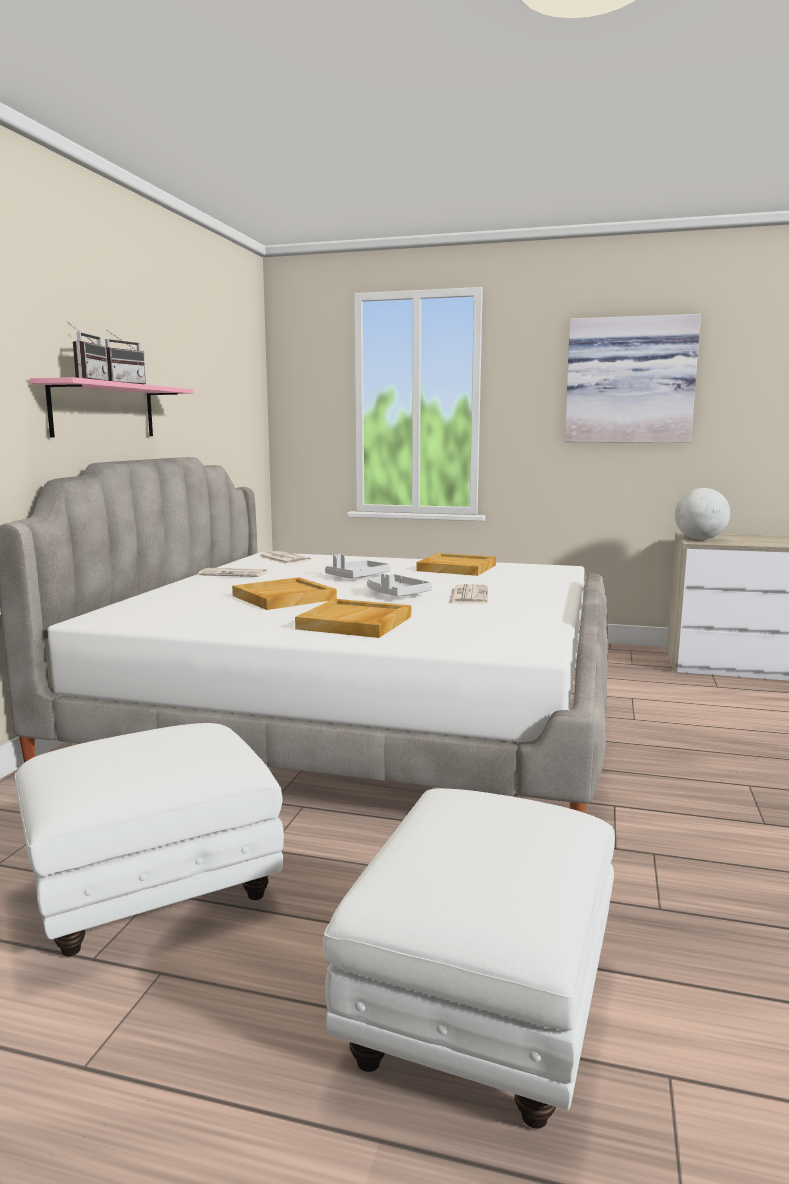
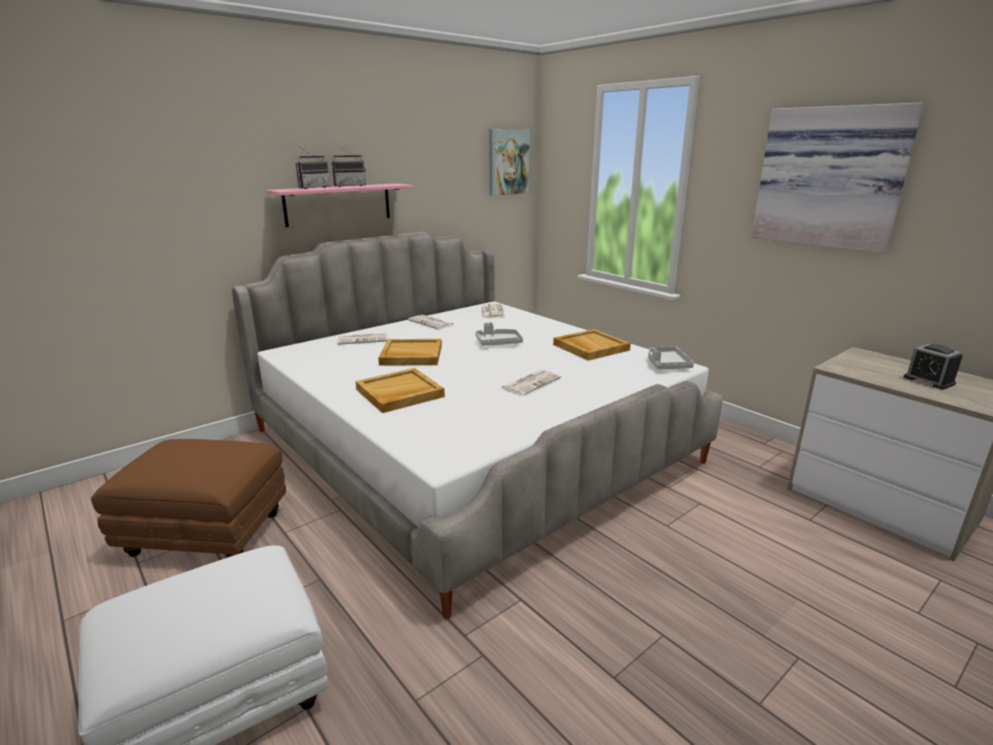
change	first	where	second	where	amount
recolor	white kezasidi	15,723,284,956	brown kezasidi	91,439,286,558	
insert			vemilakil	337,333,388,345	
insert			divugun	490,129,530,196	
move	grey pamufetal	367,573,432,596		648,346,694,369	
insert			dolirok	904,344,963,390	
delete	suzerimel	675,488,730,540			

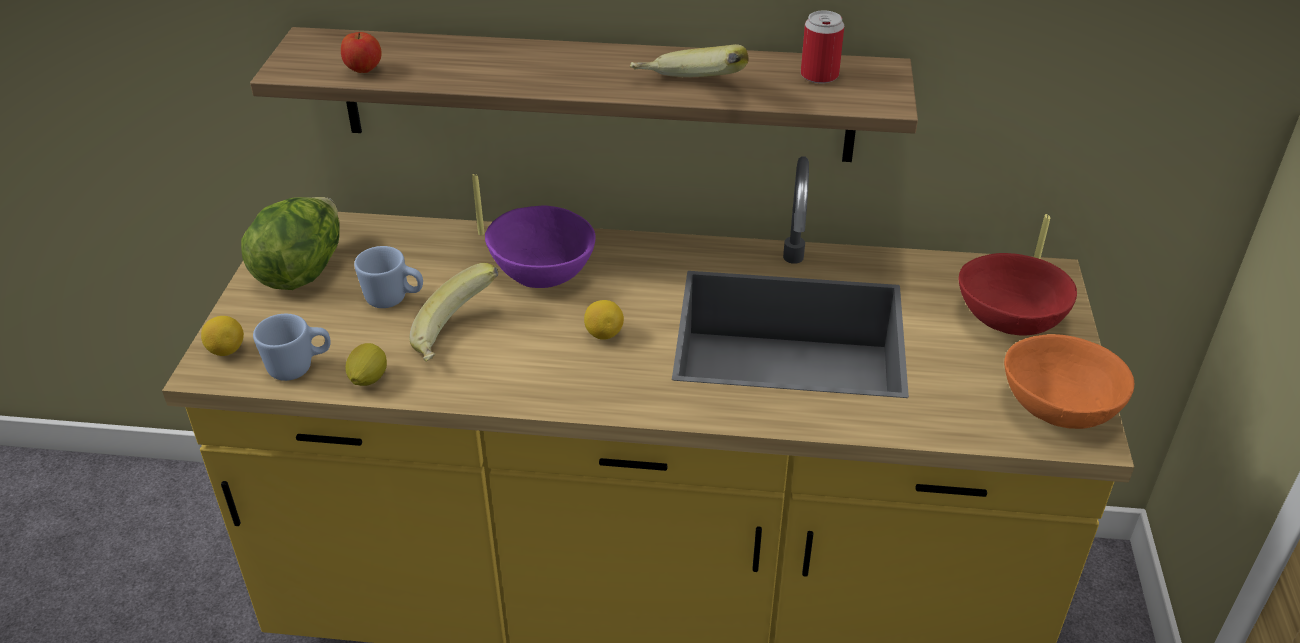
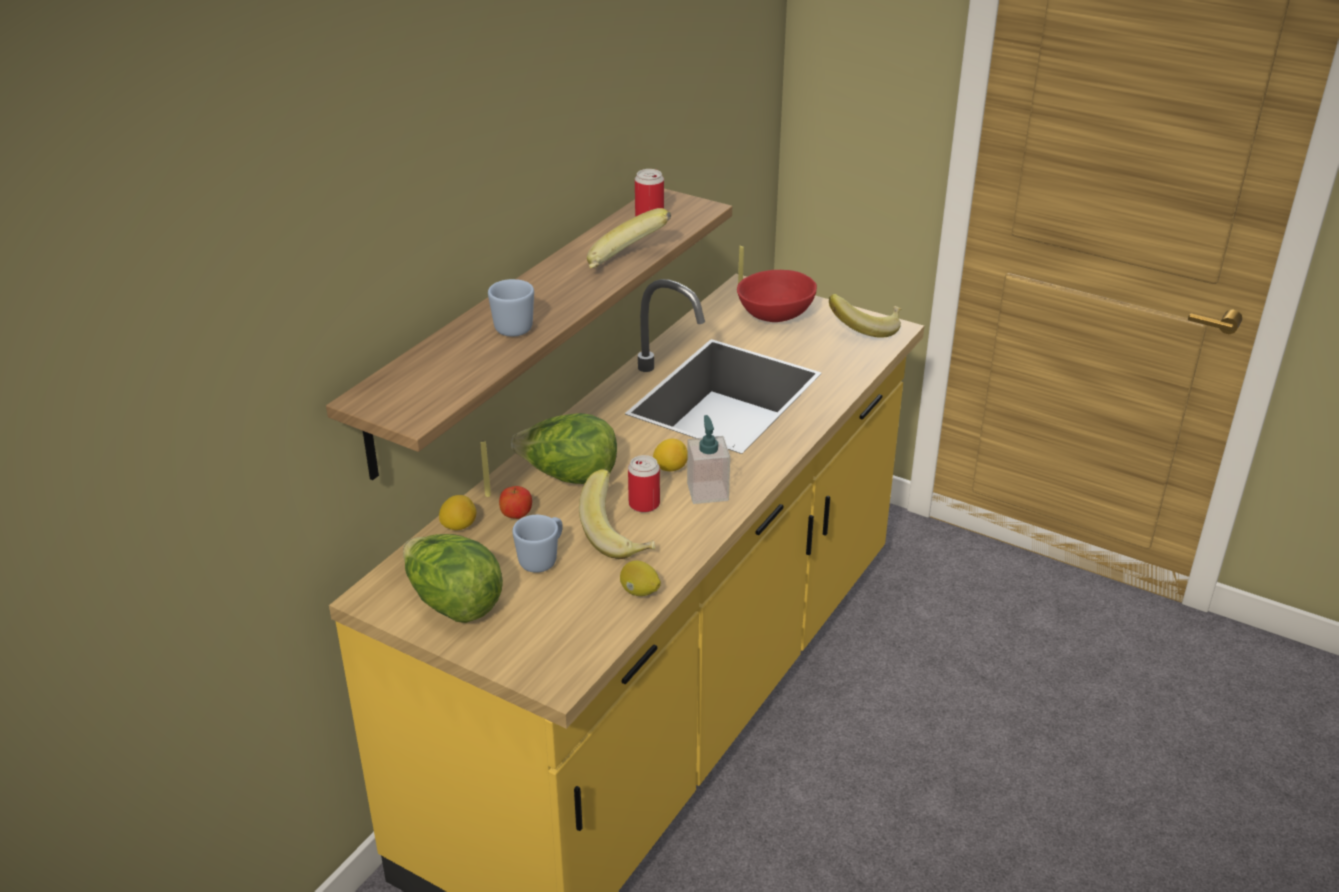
change	first	where	second	where	amount
move	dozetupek	201,316,244,356		439,495,476,530	
move	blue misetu	253,314,331,381		488,279,534,337	
move	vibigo	341,32,382,73		499,486,532,519	
replace	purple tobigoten	485,205,596,288	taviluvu	511,413,617,484	
insert			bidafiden	628,455,660,513	
insert			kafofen	687,415,730,504	
replace	orange tobigoten	1004,334,1134,429	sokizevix	829,294,901,338	

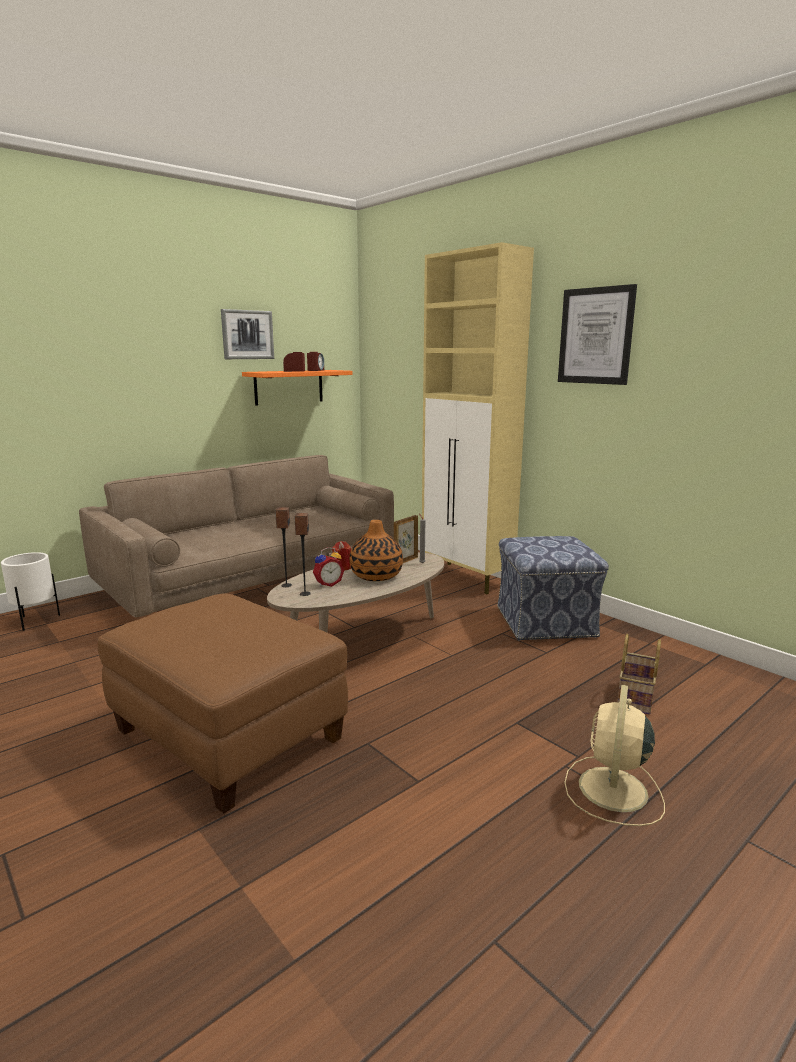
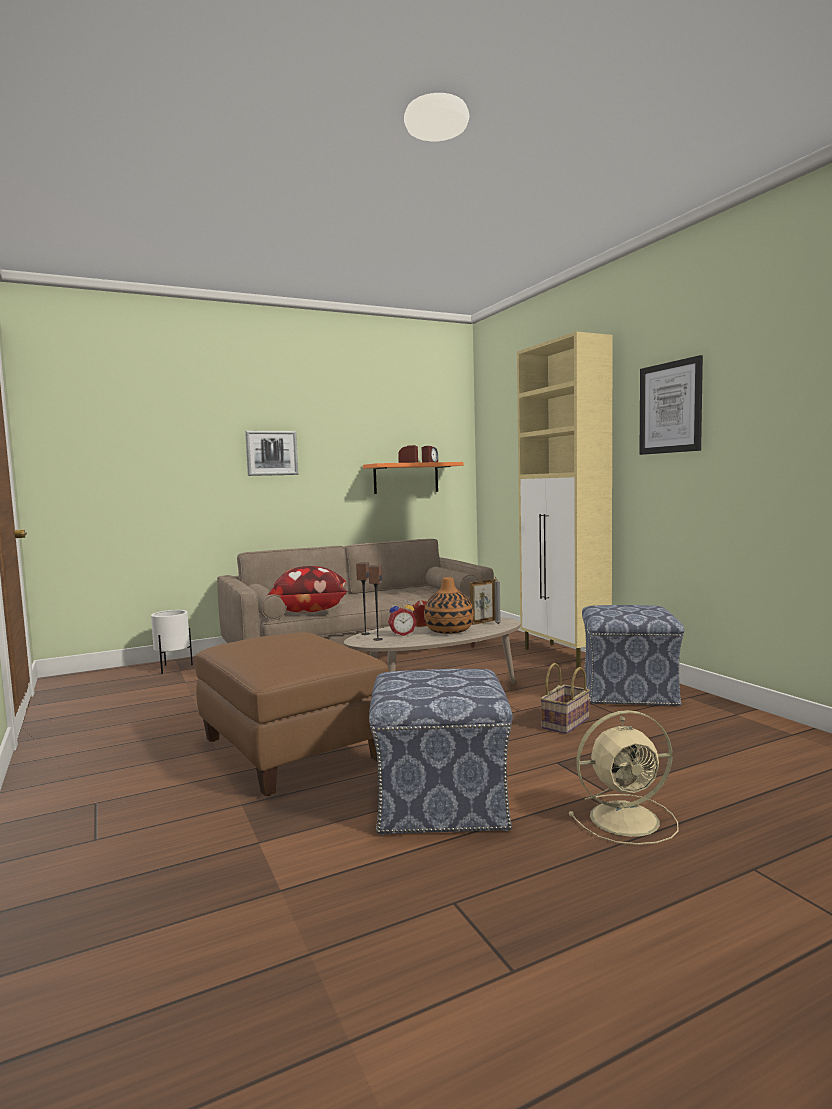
change	first	where	second	where	amount
move	divugun	221,309,274,359		245,431,298,476	
insert			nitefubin	265,566,348,612	
insert			kezasidi	369,669,513,835	
move	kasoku	618,634,661,714		540,663,590,734	
rotate	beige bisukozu	564,685,665,826		568,710,679,845	135 degrees counterclockwise

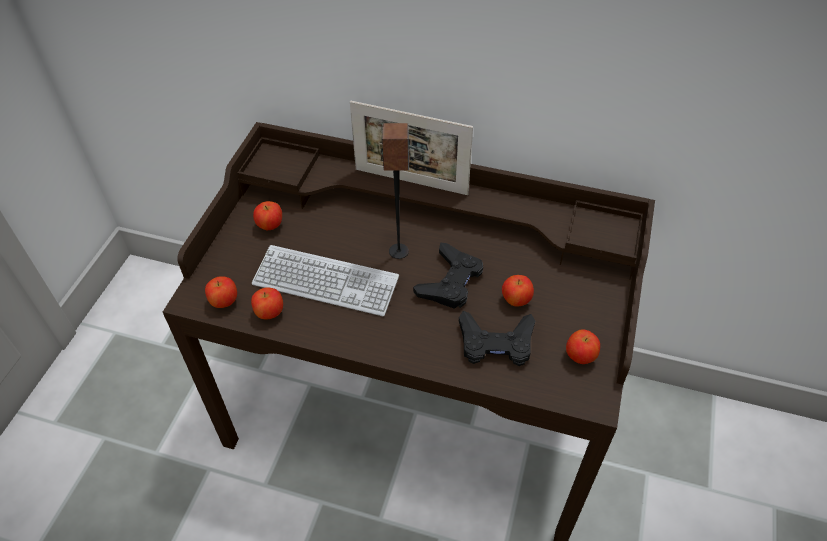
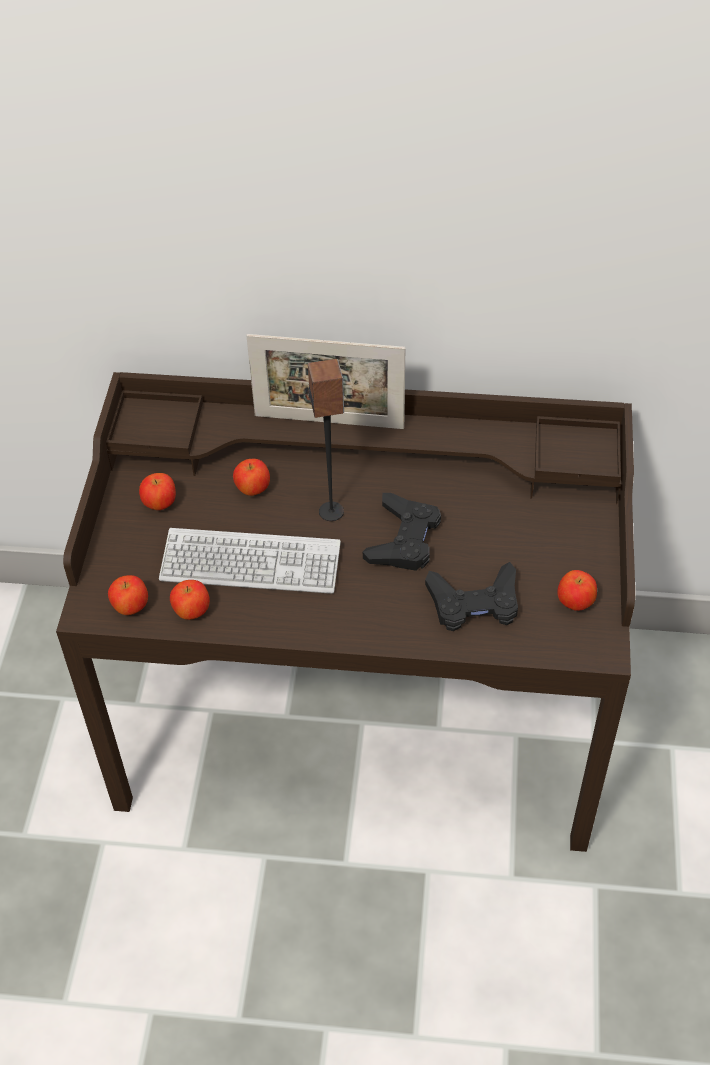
change	first	where	second	where	amount
move	vibigo	502,275,534,307		233,459,270,496	

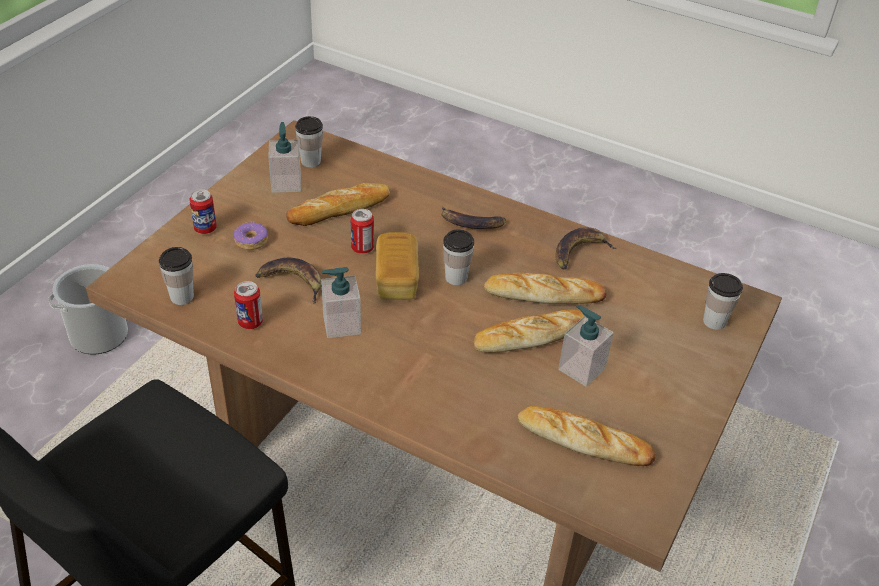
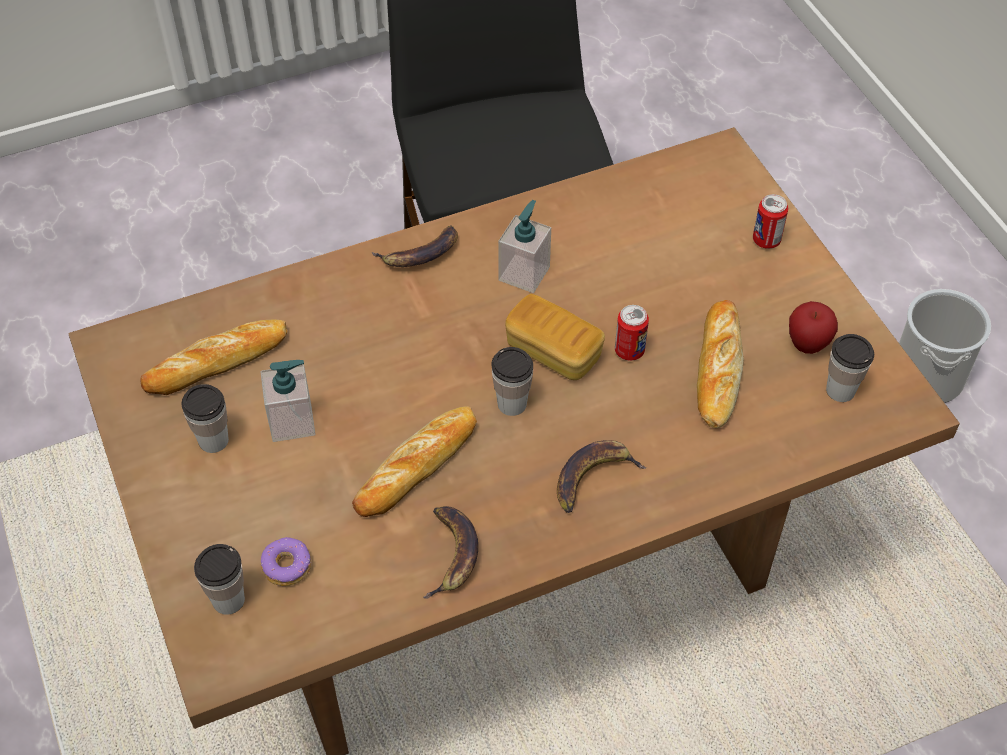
change	first	where	second	where	amount
move	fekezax	159,247,194,305		182,384,229,453	
move	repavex	234,222,268,250		261,537,311,586	
move	sokizevix	255,258,322,304		371,225,458,267	
replace	kafofen	268,122,301,193	vibigo	789,301,838,354	
delete	bidafiden	234,281,263,329			
delete	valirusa	473,309,585,353			

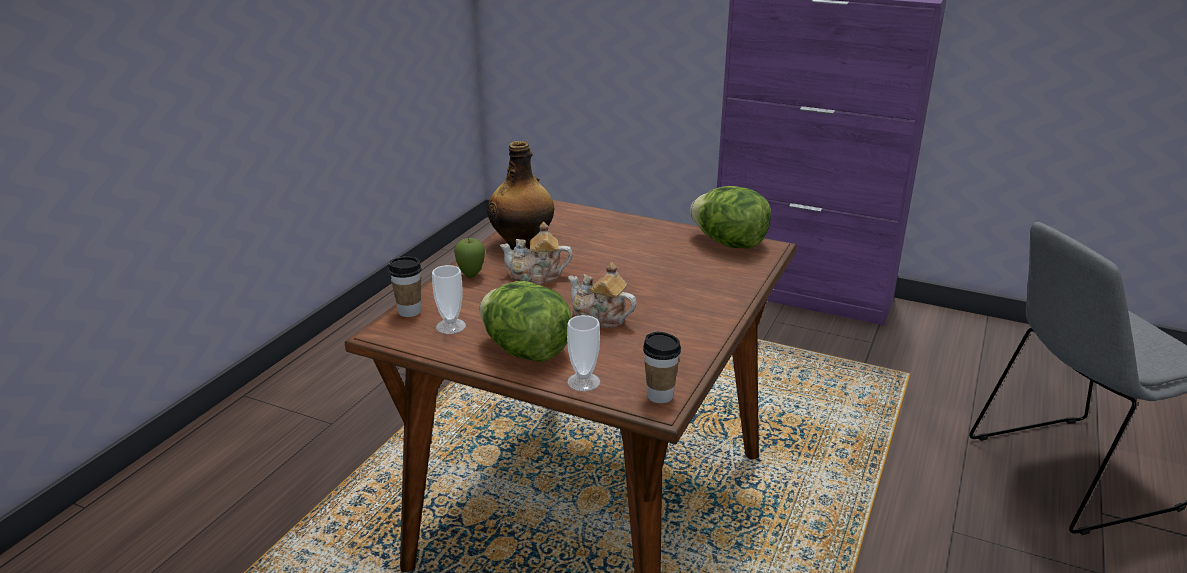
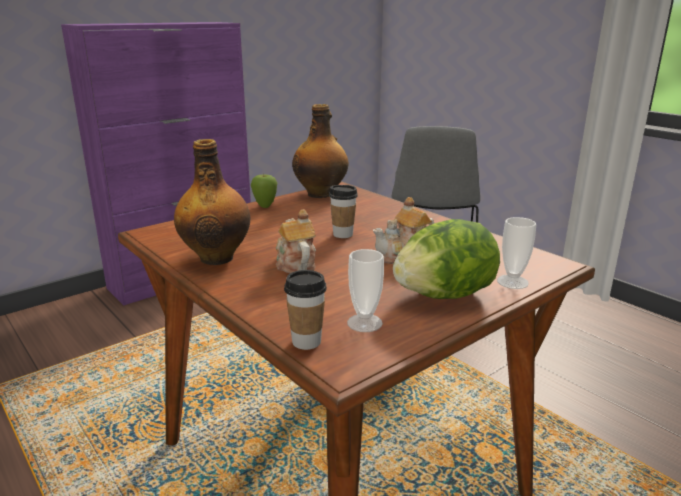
change	first	where	second	where	amount
move	vibigo	454,238,485,278		251,174,277,208	
rotate	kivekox	500,222,572,284		276,209,316,273	135 degrees clockwise
replace	taviluvu	690,186,771,249	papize	292,104,349,198	
move	fekezax	643,332,681,403		329,185,358,238	

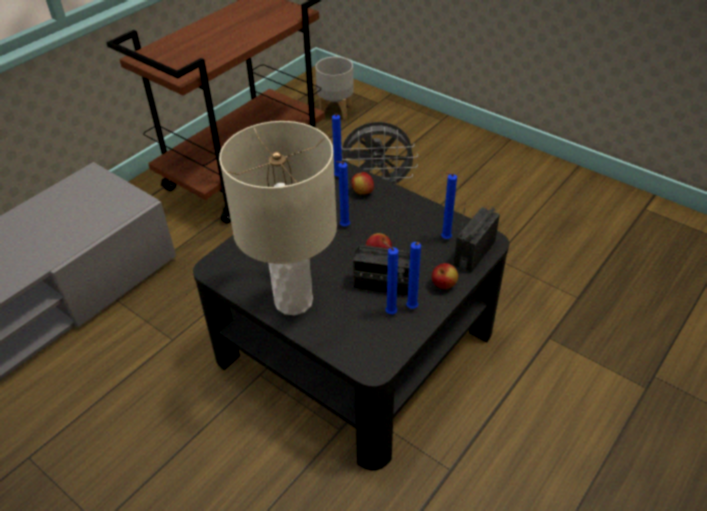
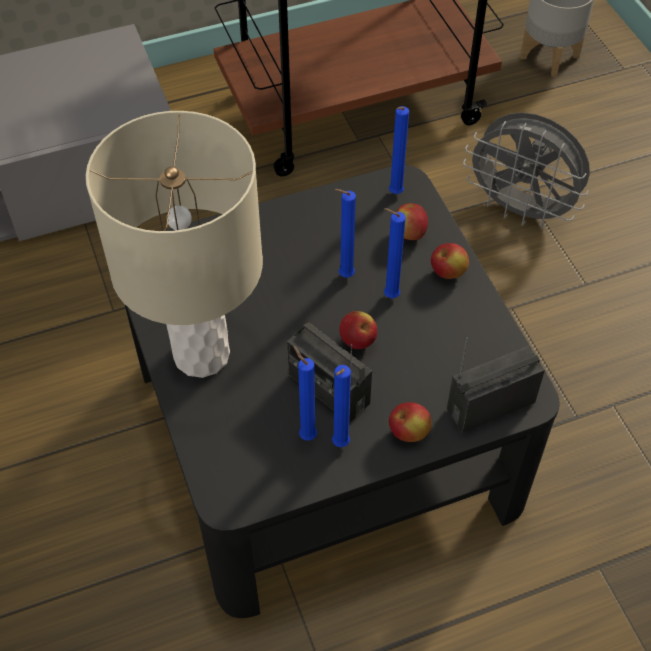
change	first	where	second	where	amount
move	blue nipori	441,172,457,239		384,208,406,298	
insert			vibigo	431,243,469,279	

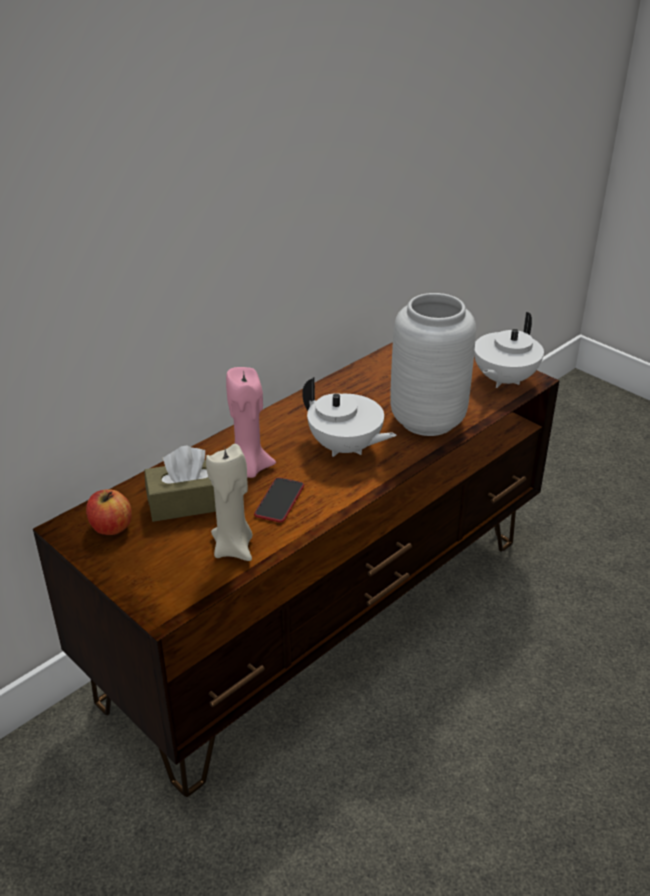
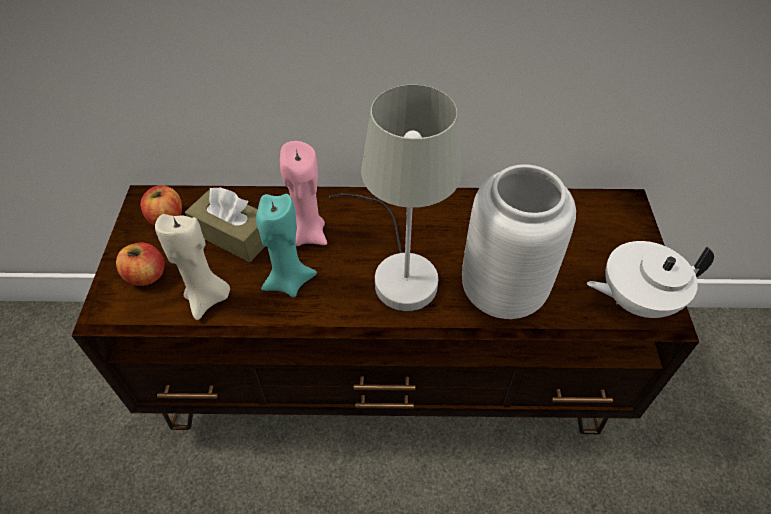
change	first	where	second	where	amount
insert			vibigo	116,242,164,286	
replace	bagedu	254,477,304,522	turquoise nipori	256,194,317,297	
replace	white kivekox	302,377,396,457	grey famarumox	329,85,462,311	

